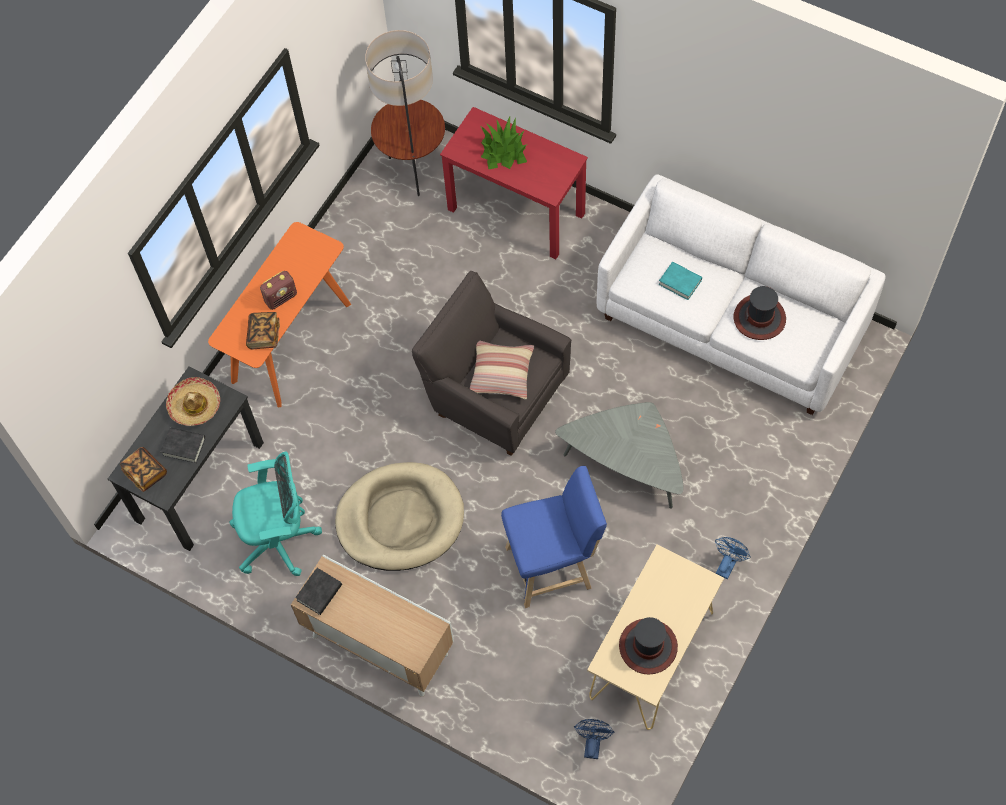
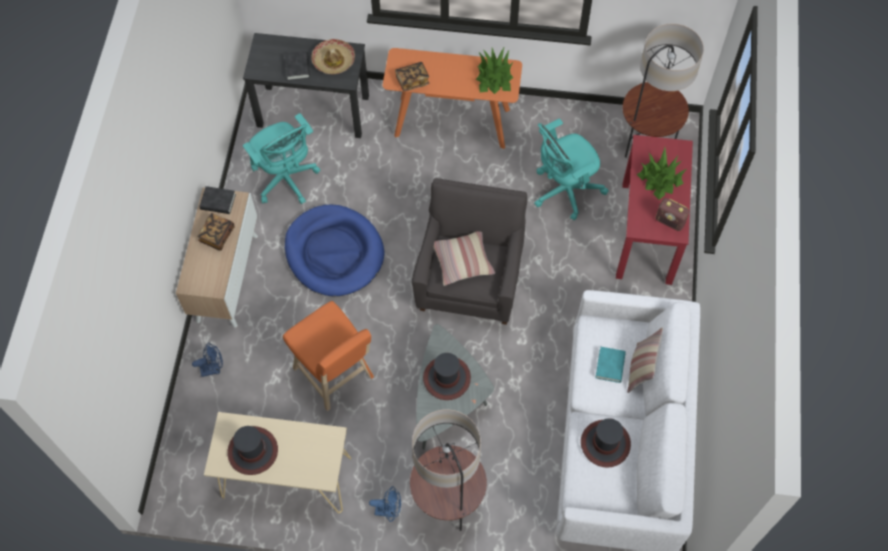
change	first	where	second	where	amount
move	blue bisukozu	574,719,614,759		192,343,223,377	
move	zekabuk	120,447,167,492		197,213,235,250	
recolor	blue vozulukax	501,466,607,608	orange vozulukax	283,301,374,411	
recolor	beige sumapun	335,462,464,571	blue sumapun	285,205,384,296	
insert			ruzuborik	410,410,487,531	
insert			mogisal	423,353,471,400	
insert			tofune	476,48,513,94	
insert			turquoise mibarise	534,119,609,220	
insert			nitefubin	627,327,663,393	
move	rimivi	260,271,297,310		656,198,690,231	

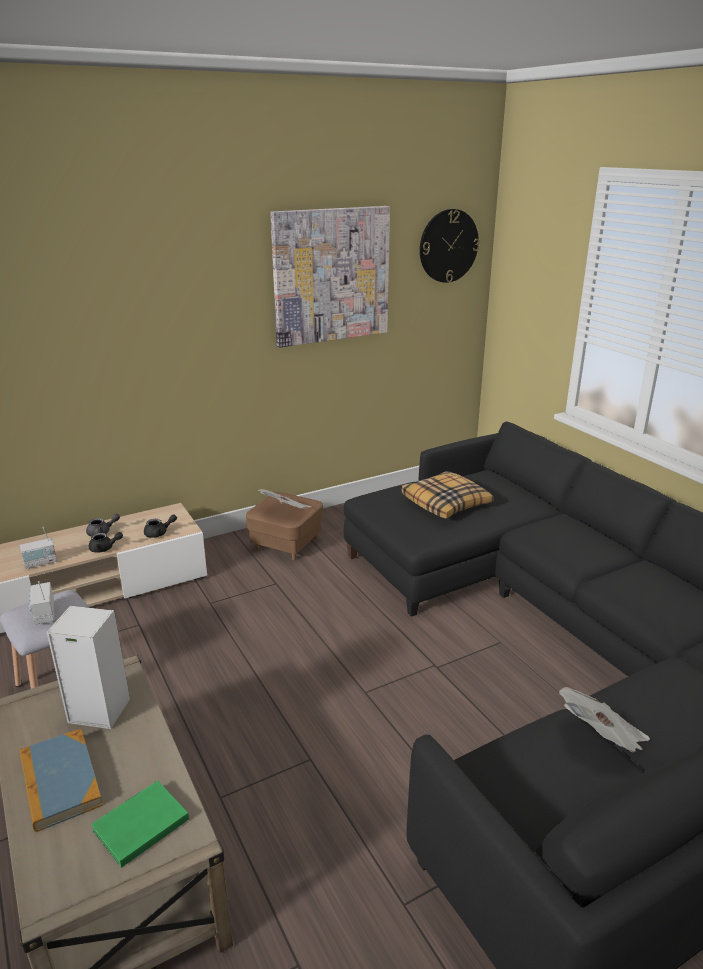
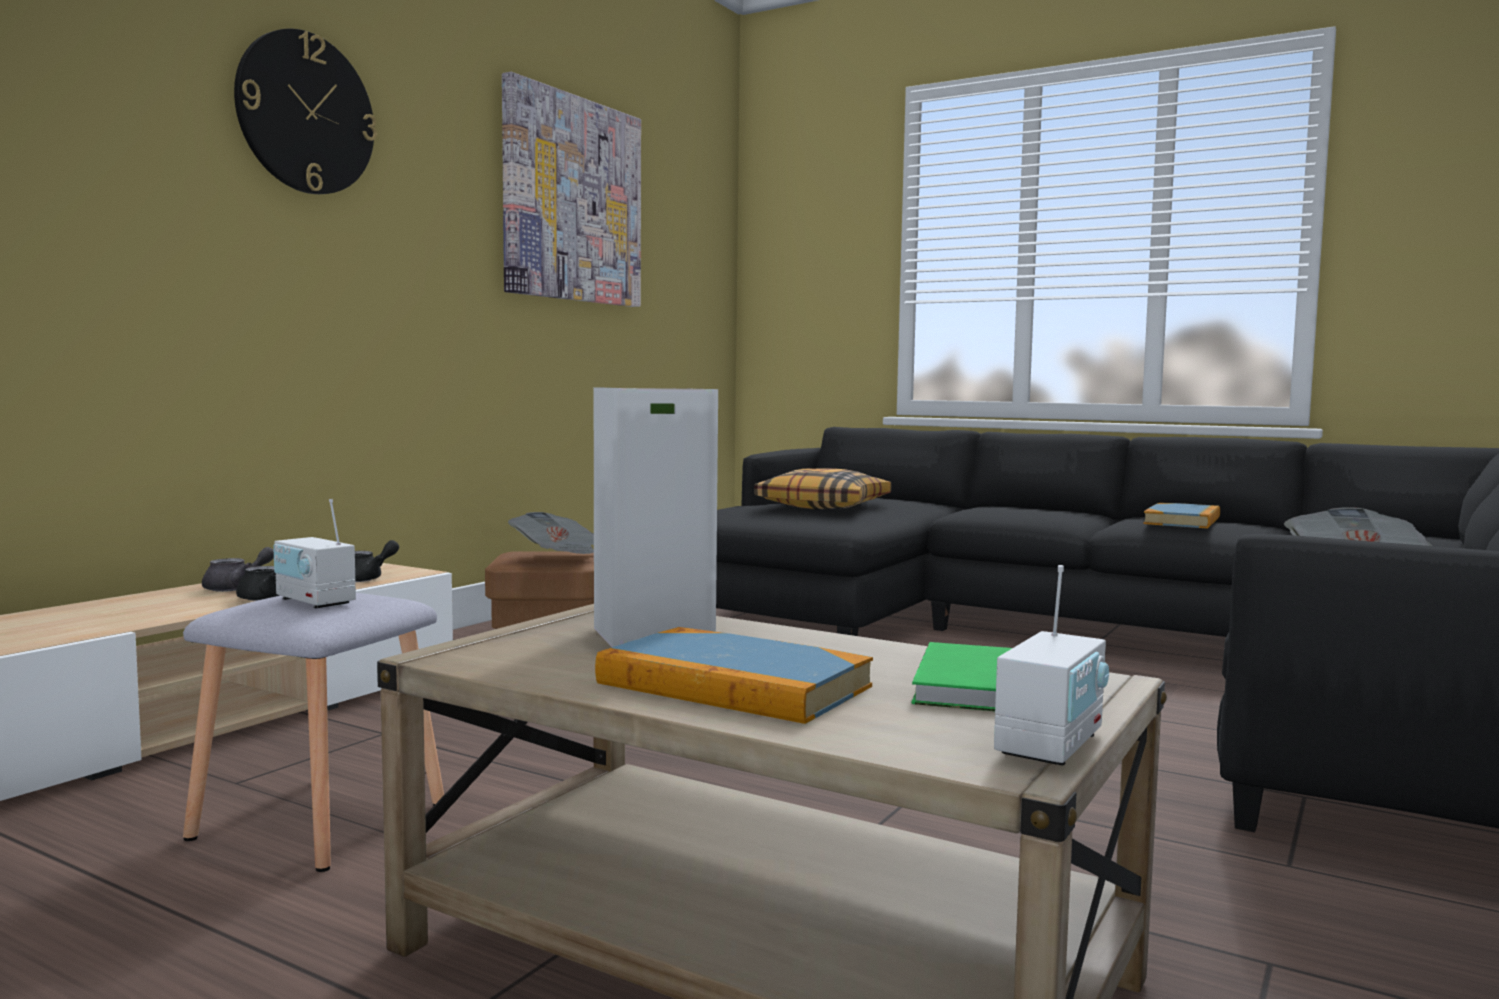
change	first	where	second	where	amount
move	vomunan	420,209,480,283		234,29,377,194	
move	rimivi	20,527,57,569		994,565,1109,765	
insert			zekabuk	1143,503,1220,529	

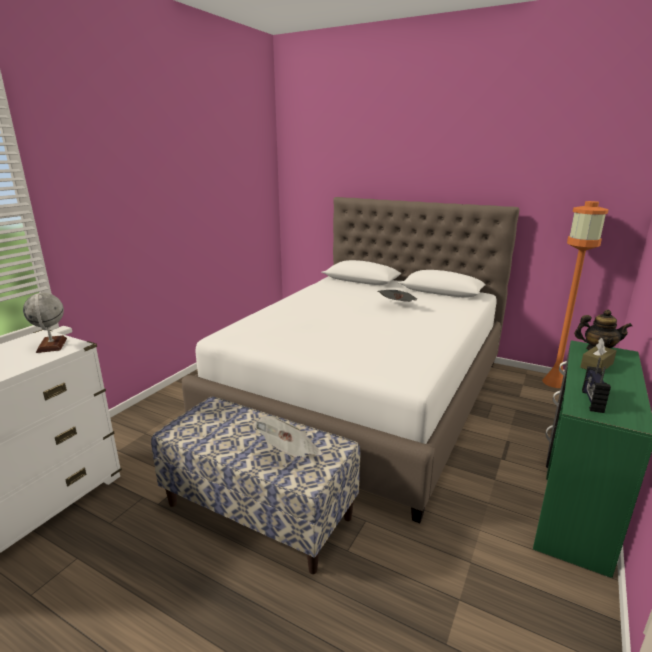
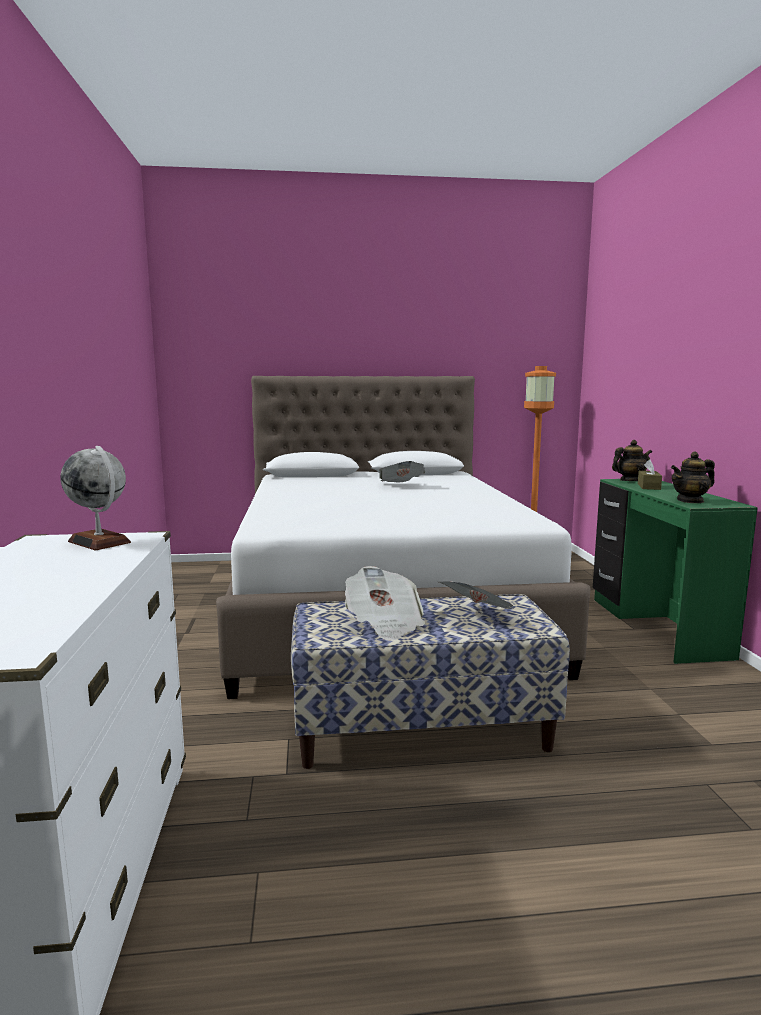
change	first	where	second	where	amount
insert			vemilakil	345,566,425,641	
replace	rimivi	582,358,611,413	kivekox	671,451,715,503	

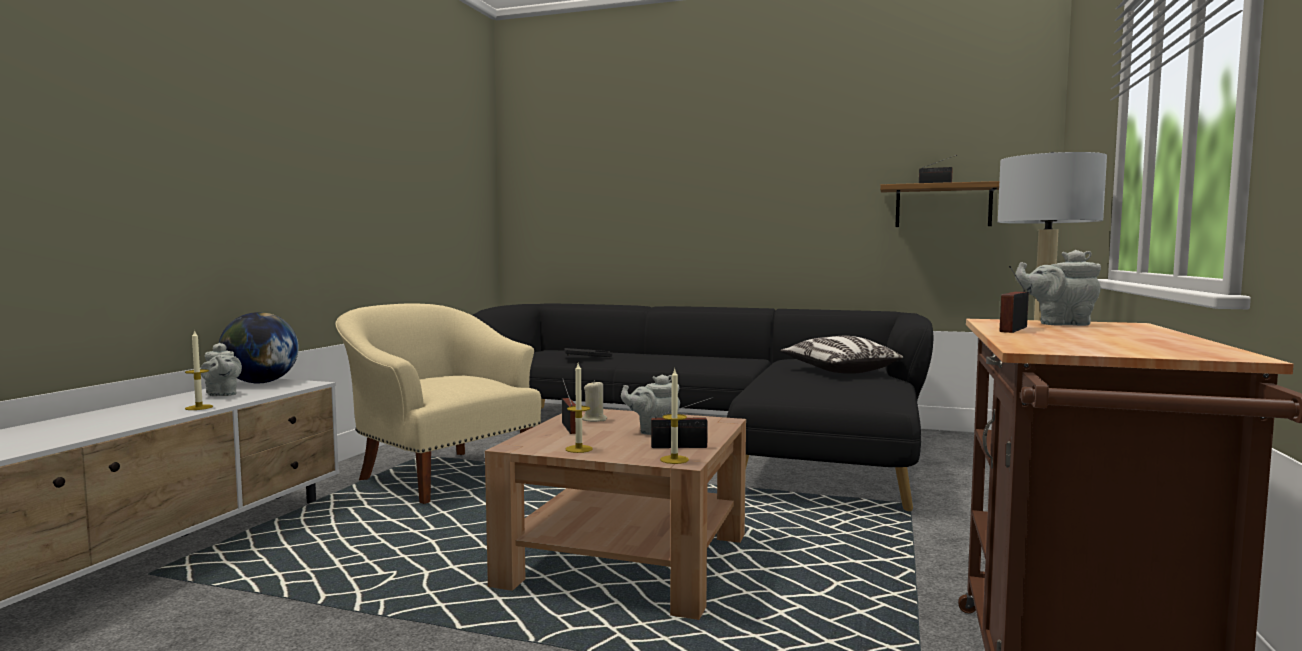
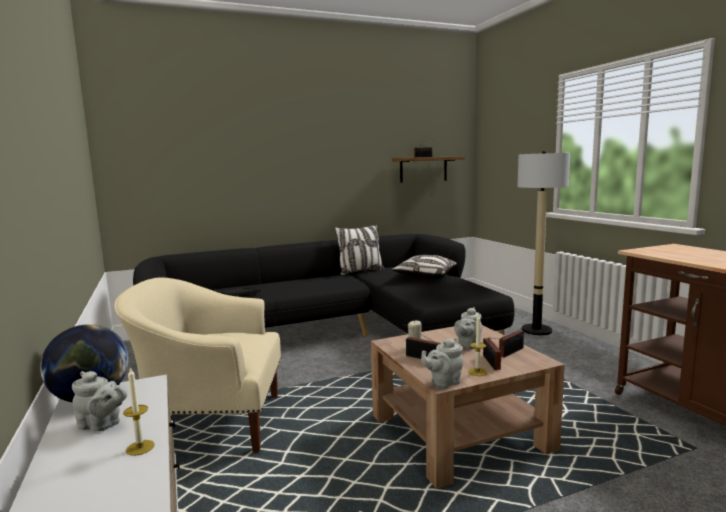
change	first	where	second	where	amount
insert			nitefubin	334,225,385,276	
move	grey kivekox	1015,250,1101,326		421,338,463,388	
move	rimivi	1000,266,1029,333		483,338,501,370	
delete	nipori	660,369,689,464			

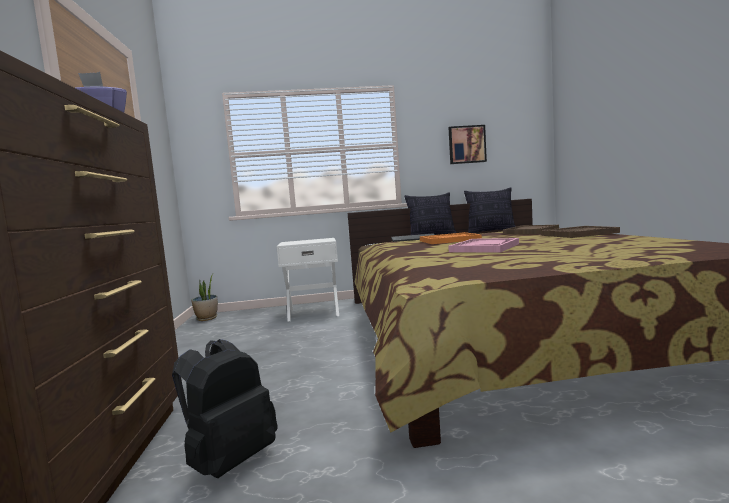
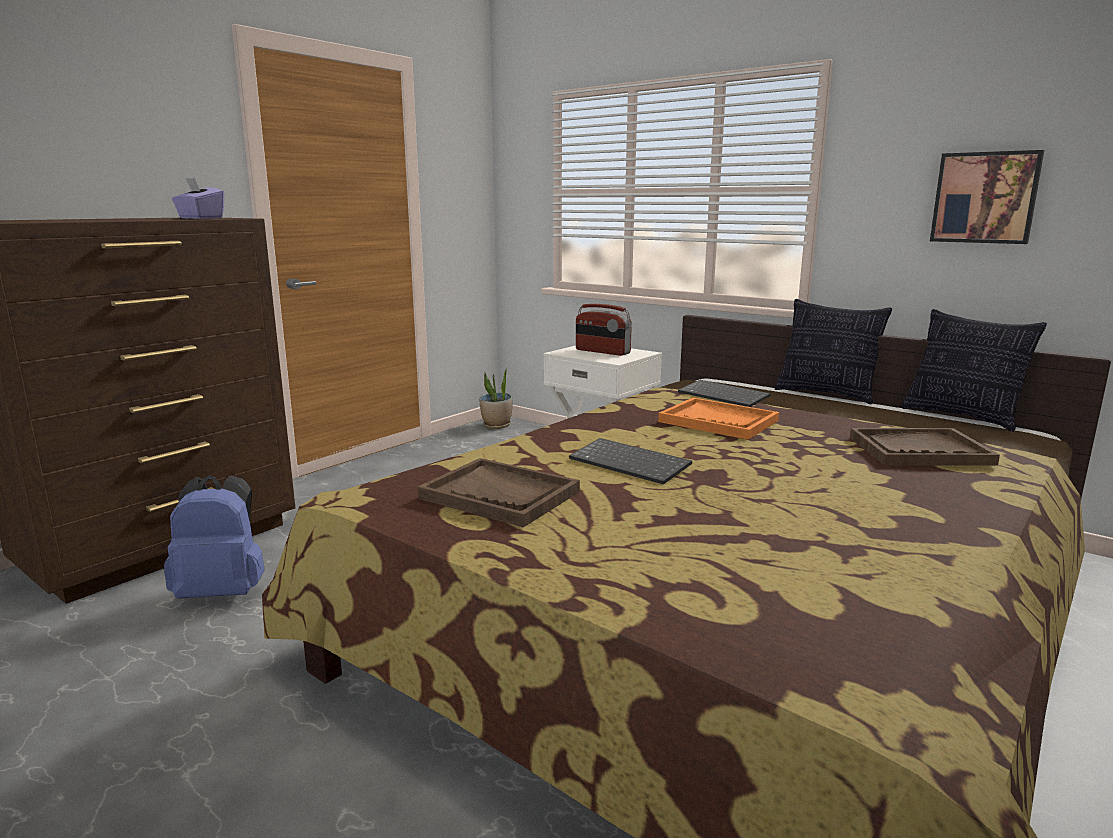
change	first	where	second	where	amount
recolor	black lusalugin	172,339,278,478	blue lusalugin	164,475,265,599	
move	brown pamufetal	541,226,620,238		417,458,580,528	
replace	pink pamufetal	448,238,519,253	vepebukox	569,438,692,484	
insert			rimivi	576,304,632,356	

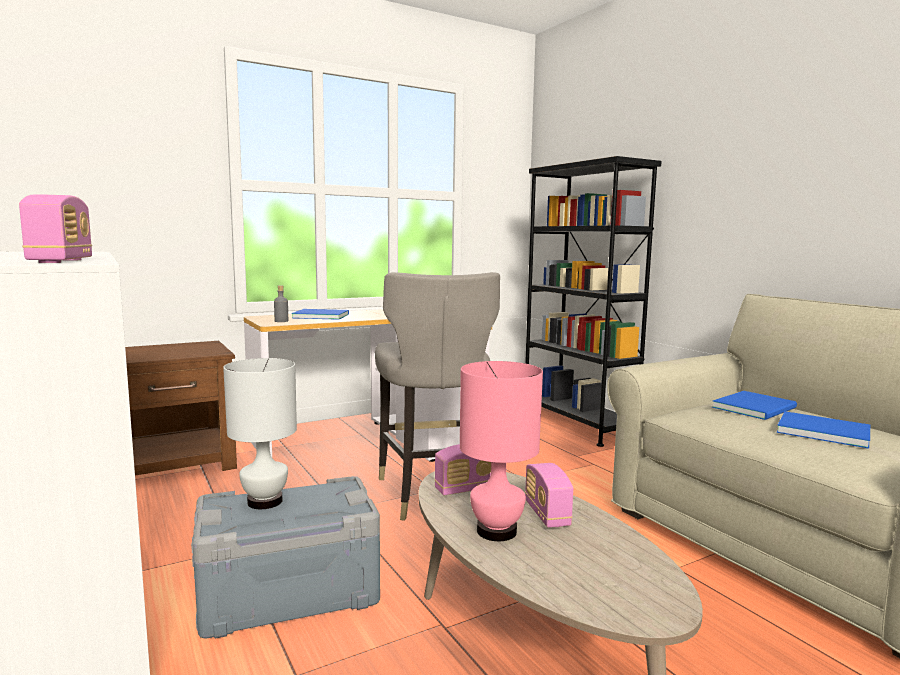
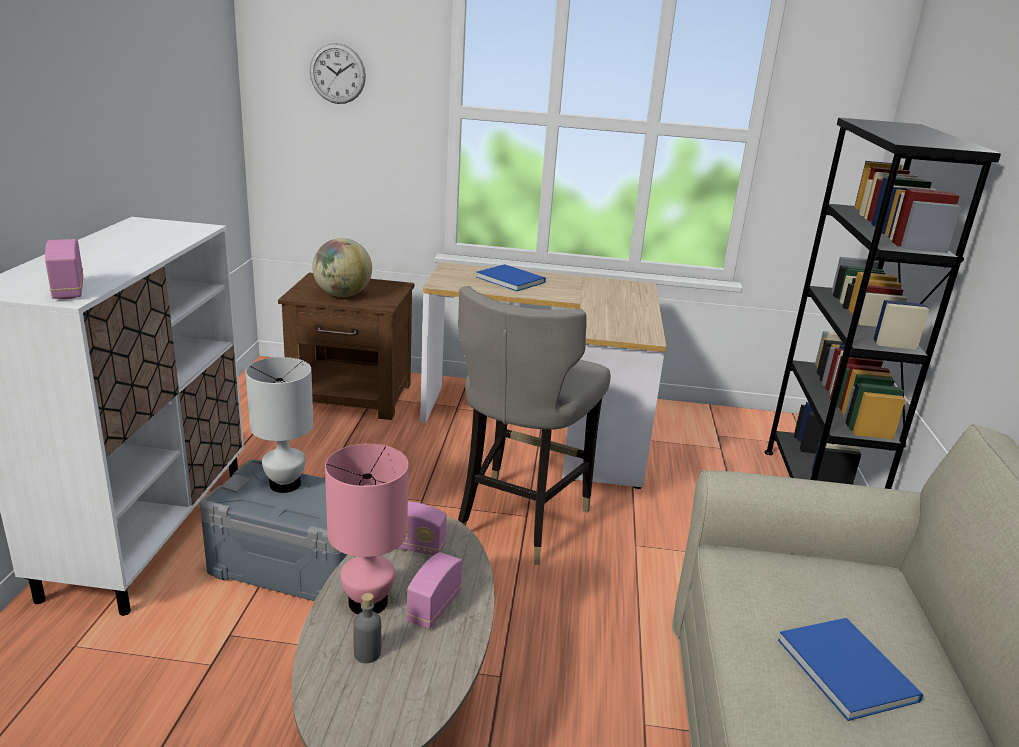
change	first	where	second	where	amount
rotate	rimivi	19,194,92,263		45,239,84,299	135 degrees clockwise
insert			vomunan	310,43,366,104	
insert			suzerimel	312,238,372,297	
move	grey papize	274,285,288,322		353,593,381,663	
delete	blue zekabuk	712,391,797,420			

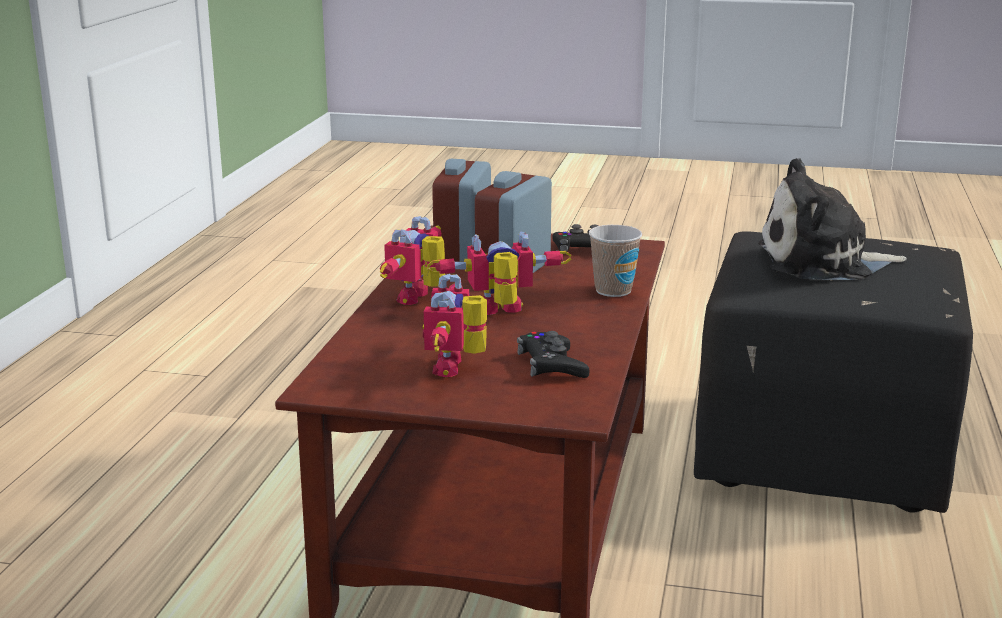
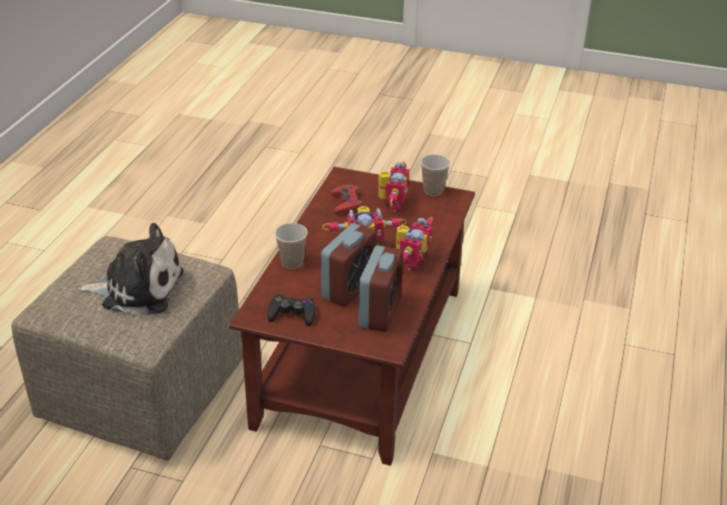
change	first	where	second	where	amount
recolor	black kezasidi	694,231,973,513	beige kezasidi	11,236,243,461	
recolor	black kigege	517,331,589,378	red kigege	331,185,362,215	
insert			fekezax	421,154,450,196	

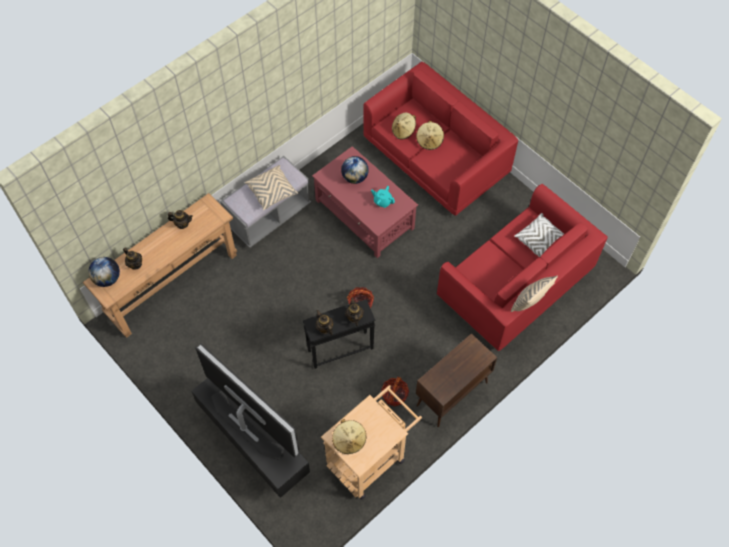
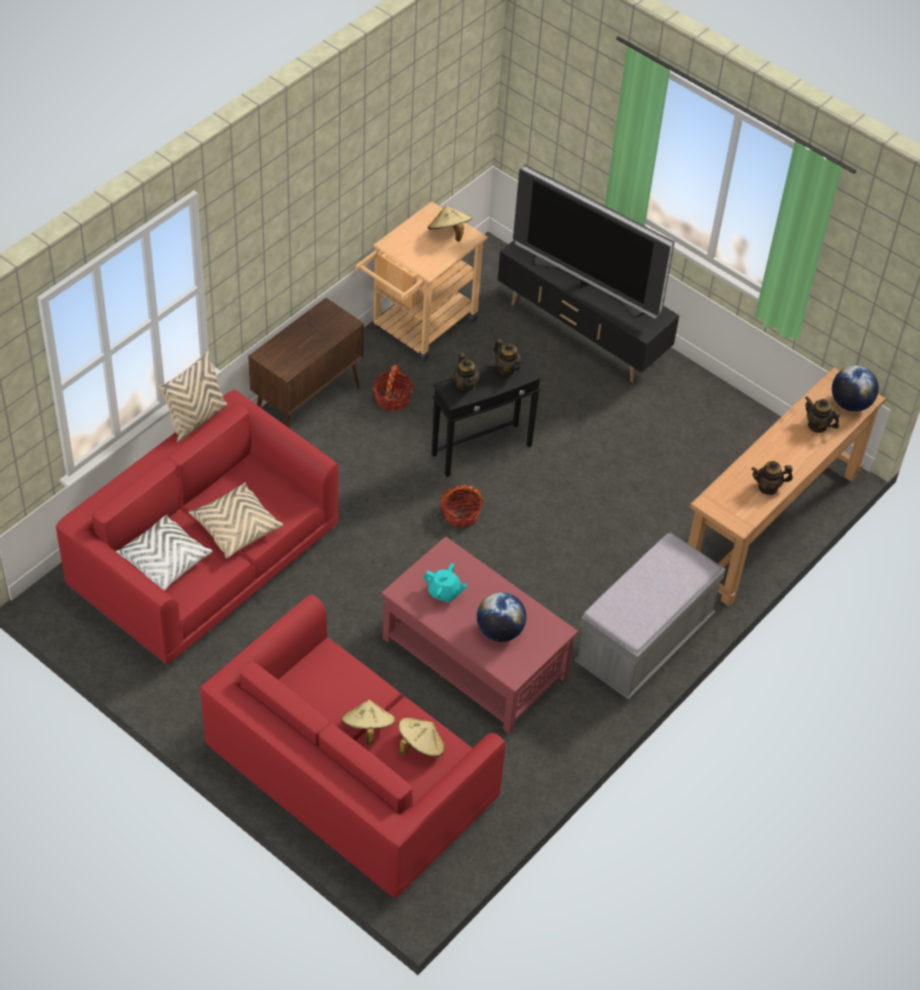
change	first	where	second	where	amount
move	beige nitefubin	245,165,298,210		189,482,283,558	

